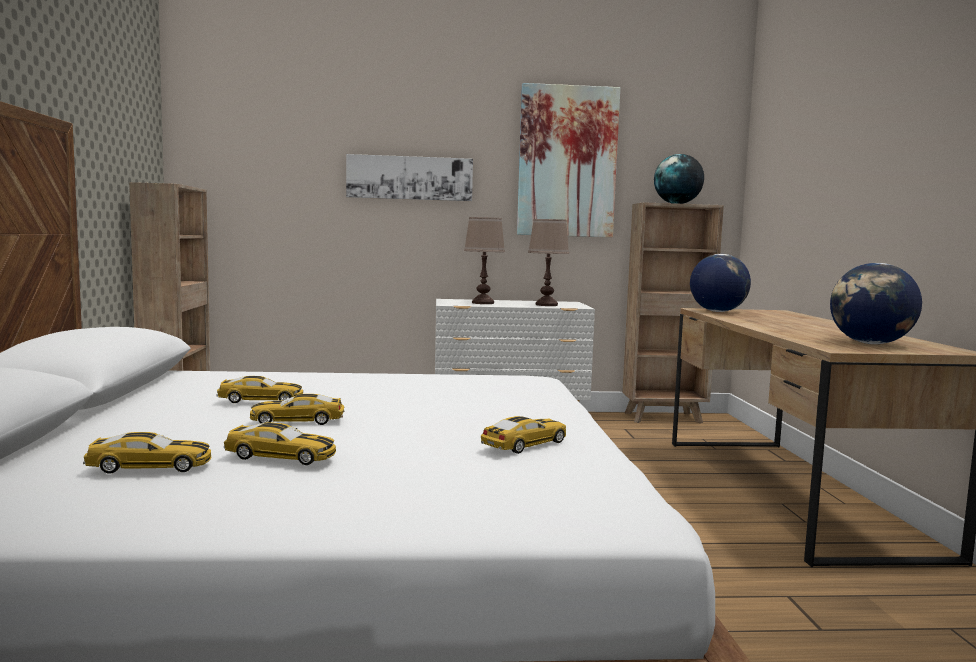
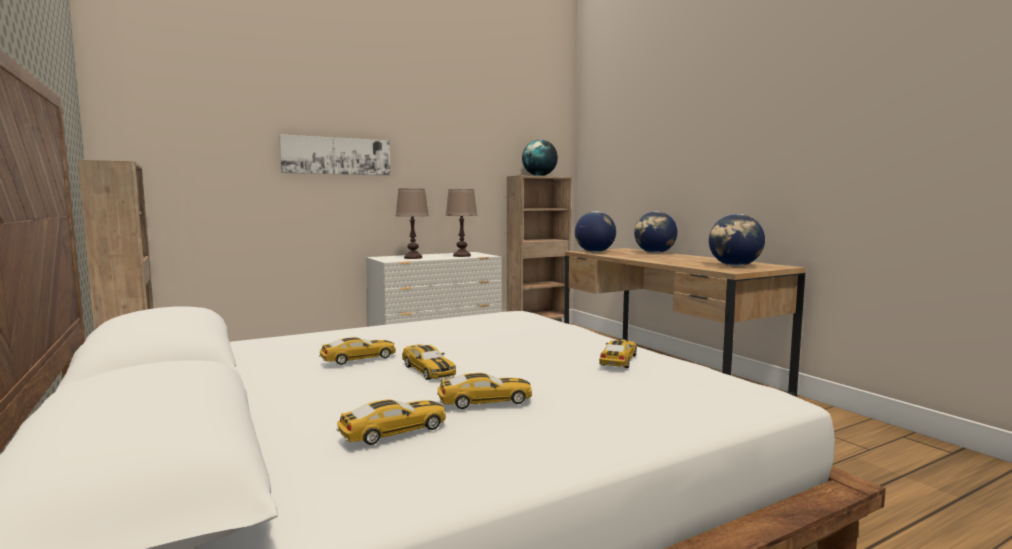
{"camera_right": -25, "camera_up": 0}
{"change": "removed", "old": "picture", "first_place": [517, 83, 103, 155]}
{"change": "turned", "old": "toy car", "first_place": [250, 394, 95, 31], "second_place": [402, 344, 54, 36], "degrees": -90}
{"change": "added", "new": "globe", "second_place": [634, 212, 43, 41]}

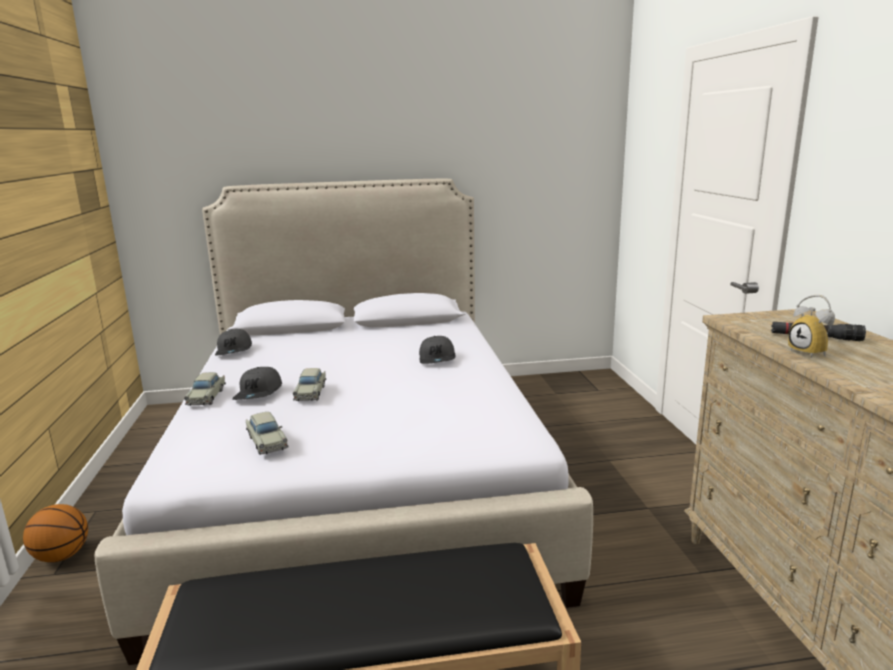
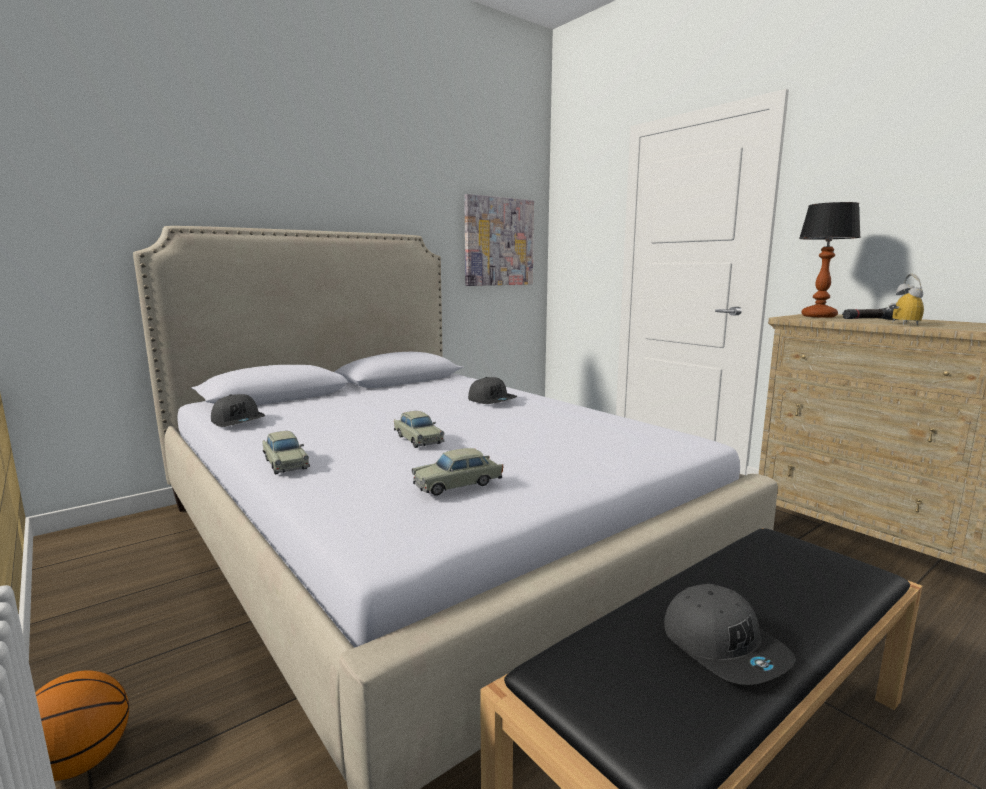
{"camera_right": -30, "camera_up": -5}
{"change": "turned", "old": "alarm clock", "first_place": [788, 295, 47, 63], "second_place": [886, 274, 38, 51], "degrees": -120}
{"change": "moved", "old": "grey cap", "first_place": [232, 367, 50, 33], "second_place": [664, 584, 132, 101]}
{"change": "turned", "old": "beige toy car", "first_place": [246, 412, 43, 43], "second_place": [412, 448, 91, 48], "degrees": 120}
{"change": "added", "new": "picture", "second_place": [464, 194, 70, 92]}
{"change": "added", "new": "table lamp", "second_place": [799, 202, 62, 116]}

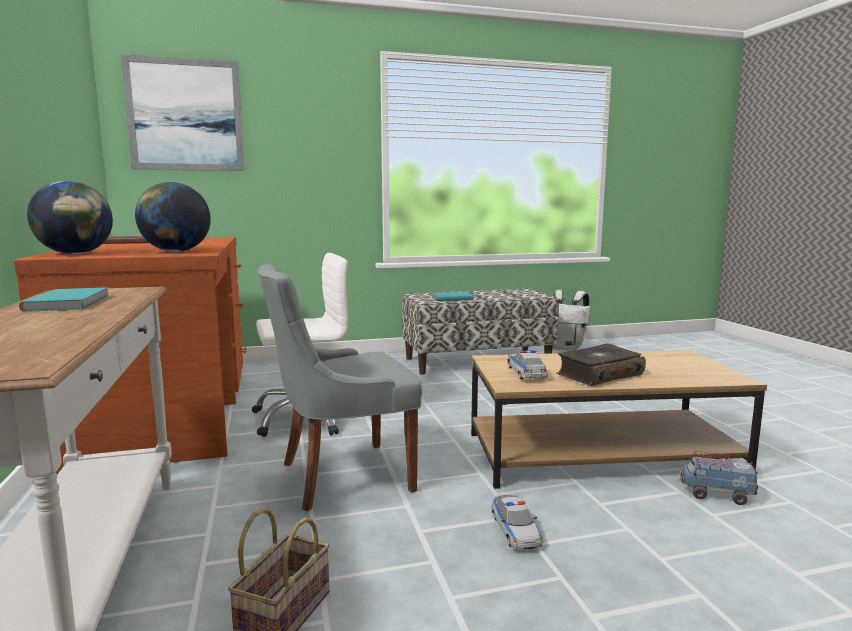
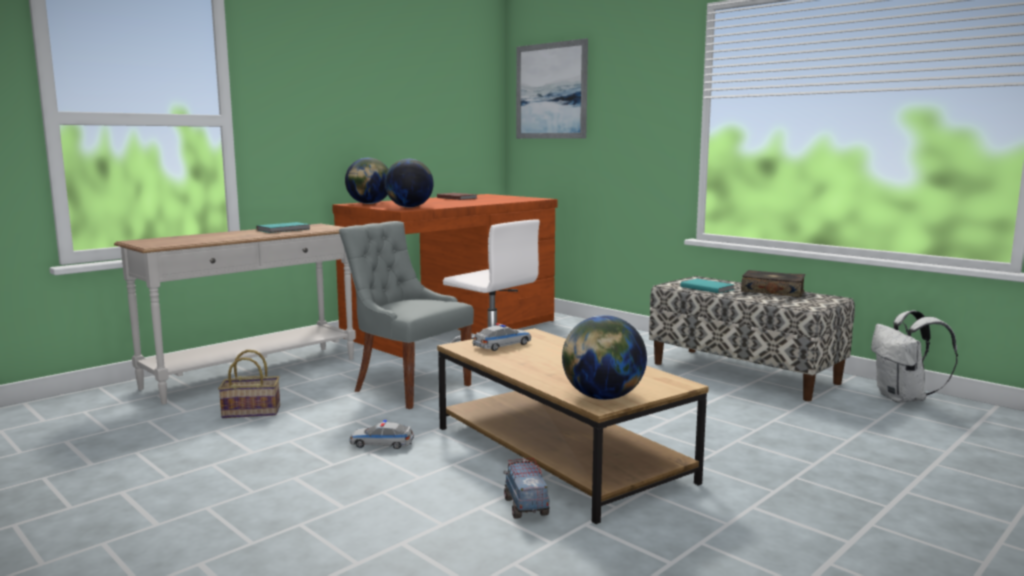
{"camera_right": 60, "camera_up": 0}
{"change": "moved", "old": "book", "first_place": [557, 343, 89, 43], "second_place": [741, 270, 64, 27]}
{"change": "turned", "old": "toy car", "first_place": [491, 493, 52, 57], "second_place": [350, 420, 64, 29], "degrees": 45}
{"change": "added", "new": "globe", "second_place": [562, 315, 85, 85]}

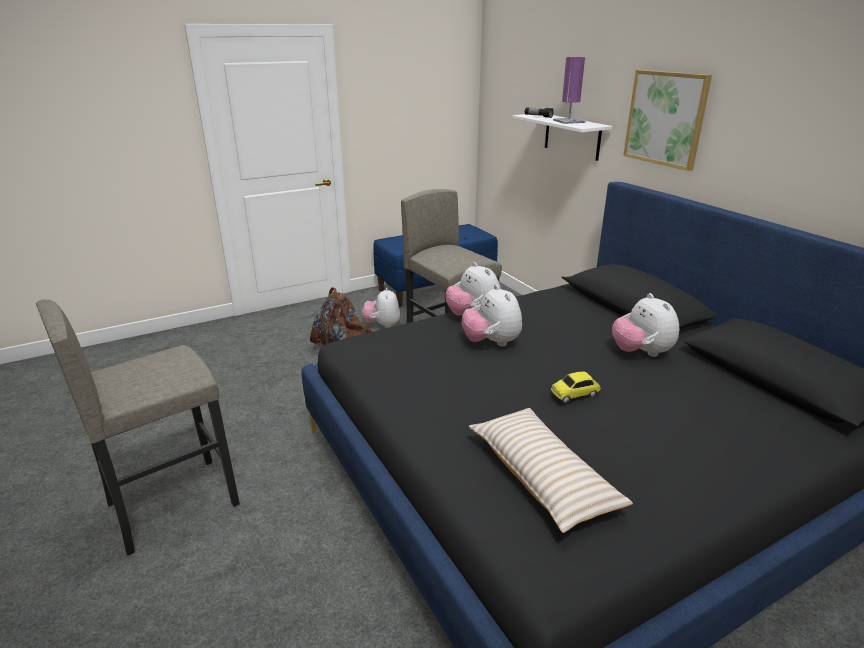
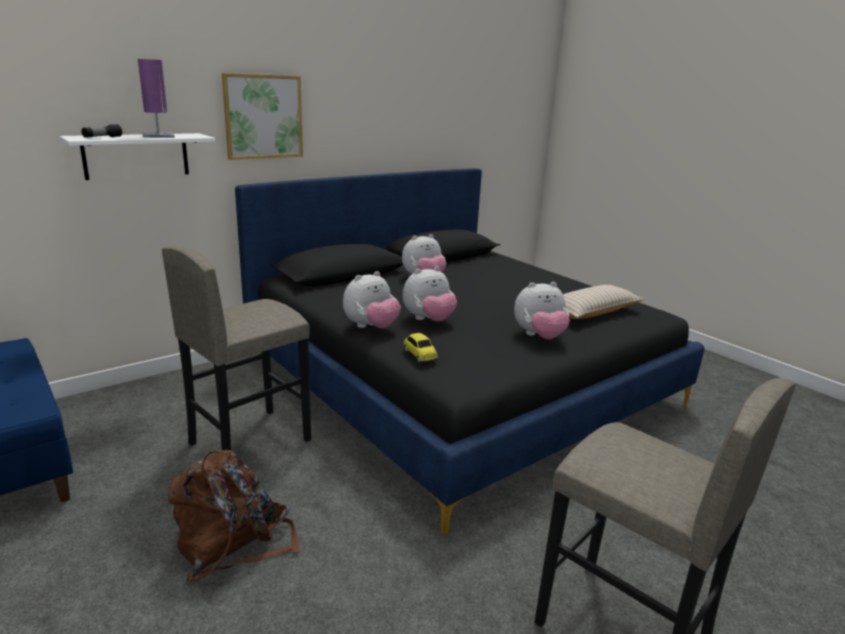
{"camera_right": -100, "camera_up": -5}
{"change": "moved", "old": "plush toy", "first_place": [362, 288, 38, 40], "second_place": [514, 282, 56, 57]}
{"change": "moved", "old": "toy car", "first_place": [551, 372, 50, 31], "second_place": [404, 333, 34, 30]}

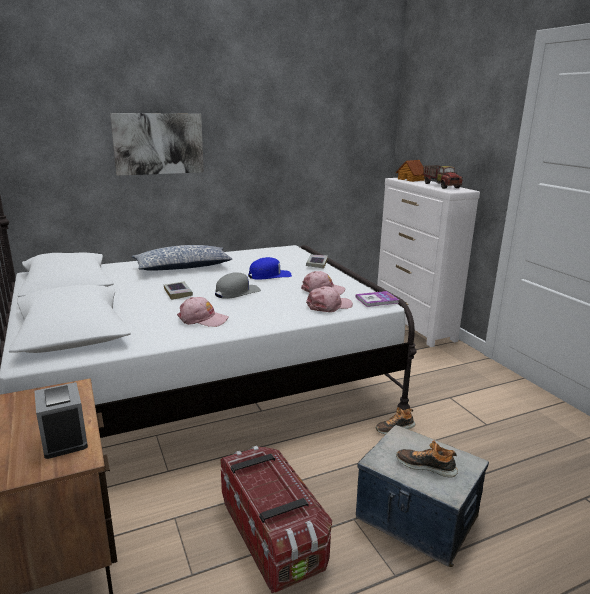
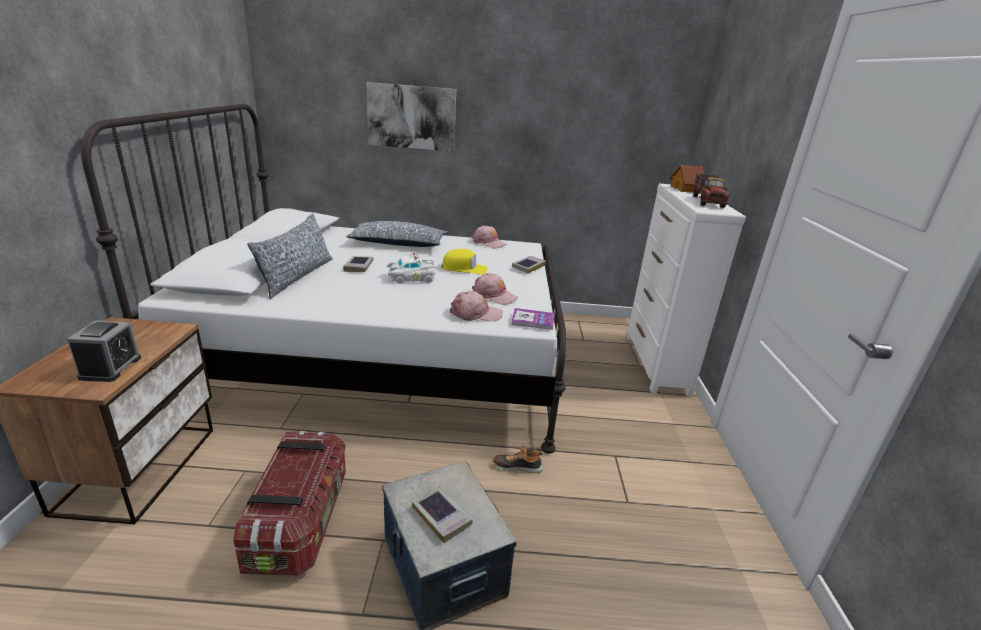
{"camera_right": 25, "camera_up": 5}
{"change": "recoloured", "old": "blue cap", "new": "yellow cap", "first_place": [248, 257, 44, 23], "second_place": [442, 249, 46, 26]}
{"change": "replaced", "old": "grey cap", "new": "white toy car", "first_place": [215, 272, 46, 27], "second_place": [387, 253, 48, 31]}
{"change": "moved", "old": "pink cap", "first_place": [177, 297, 52, 30], "second_place": [472, 225, 35, 24]}
{"change": "replaced", "old": "shoe", "new": "book", "first_place": [396, 440, 62, 38], "second_place": [412, 486, 61, 57]}
{"change": "added", "new": "pillow", "second_place": [247, 213, 86, 86]}

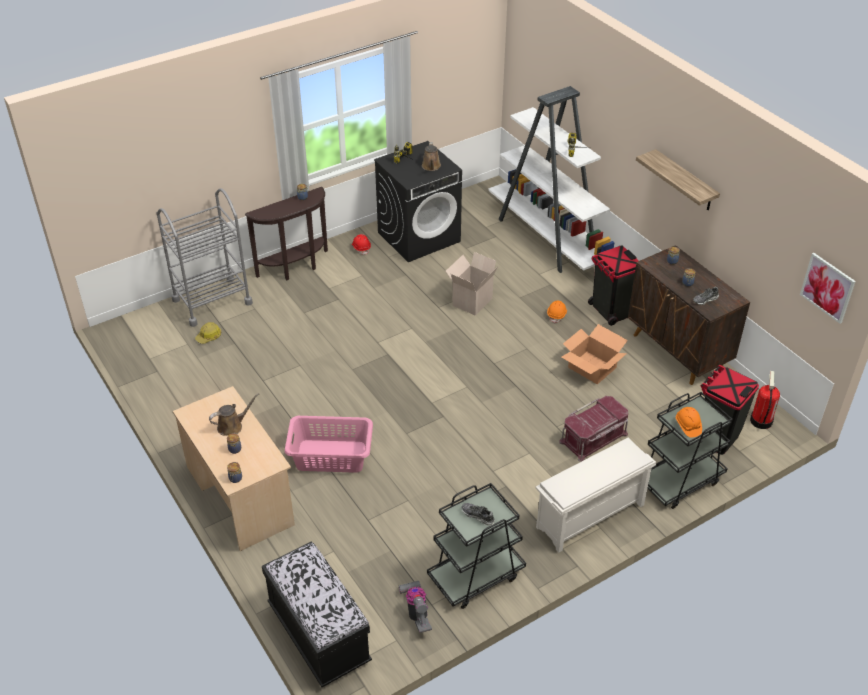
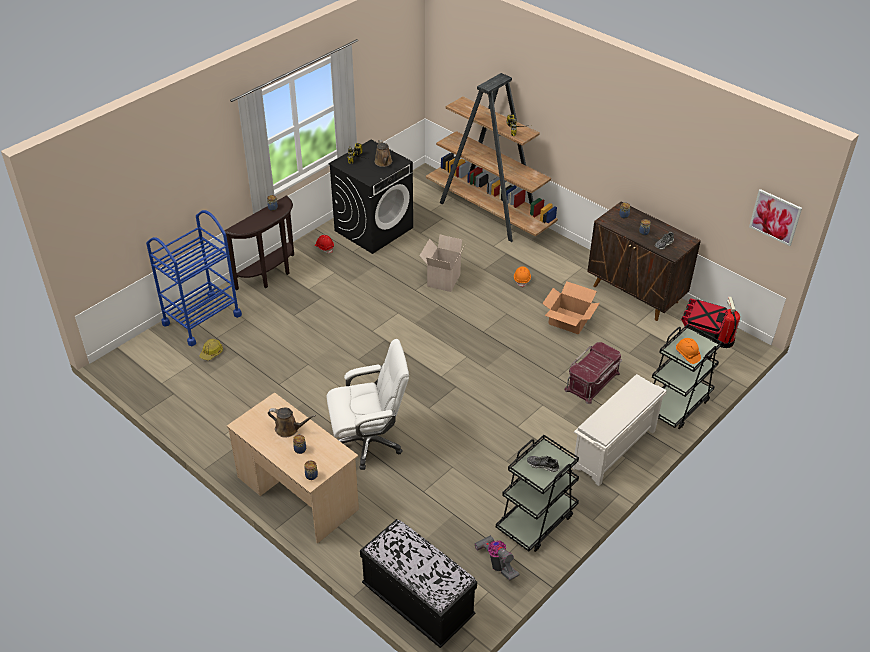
{"camera_right": -15, "camera_up": 0}
{"change": "recoloured", "old": "white bookcase", "new": "brown bookcase", "first_place": [488, 86, 127, 187], "second_place": [426, 73, 132, 169]}
{"change": "removed", "old": "shelf", "first_place": [636, 149, 84, 61]}
{"change": "recoloured", "old": "grey cart", "new": "blue cart", "first_place": [157, 188, 96, 139], "second_place": [146, 210, 96, 136]}
{"change": "removed", "old": "black trash can", "first_place": [588, 246, 51, 80]}
{"change": "turned", "old": "brown watering can", "first_place": [209, 393, 50, 43], "second_place": [268, 408, 48, 30], "degrees": 60}
{"change": "replaced", "old": "pink laundry basket", "new": "white office chair", "first_place": [285, 416, 88, 57], "second_place": [327, 339, 82, 131]}

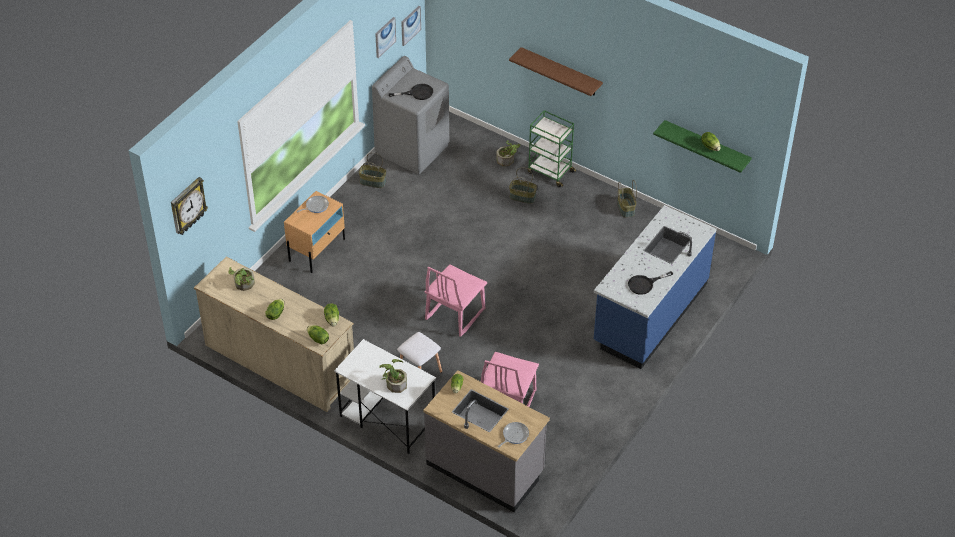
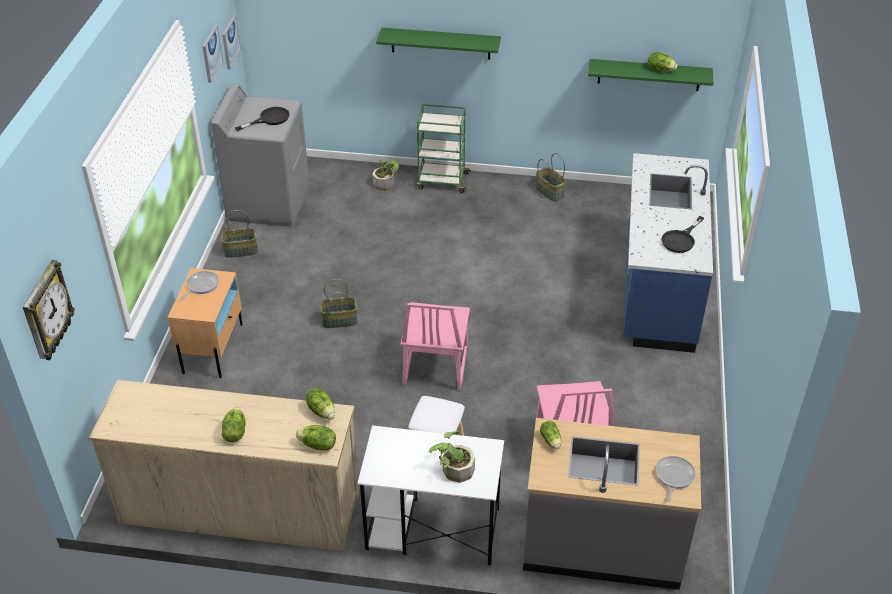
{"camera_right": -25, "camera_up": -5}
{"change": "recoloured", "old": "brown shelf", "new": "green shelf", "first_place": [509, 47, 94, 49], "second_place": [376, 28, 125, 32]}
{"change": "moved", "old": "basket", "first_place": [509, 167, 28, 37], "second_place": [319, 279, 39, 49]}
{"change": "removed", "old": "potted plant", "first_place": [229, 267, 26, 24]}

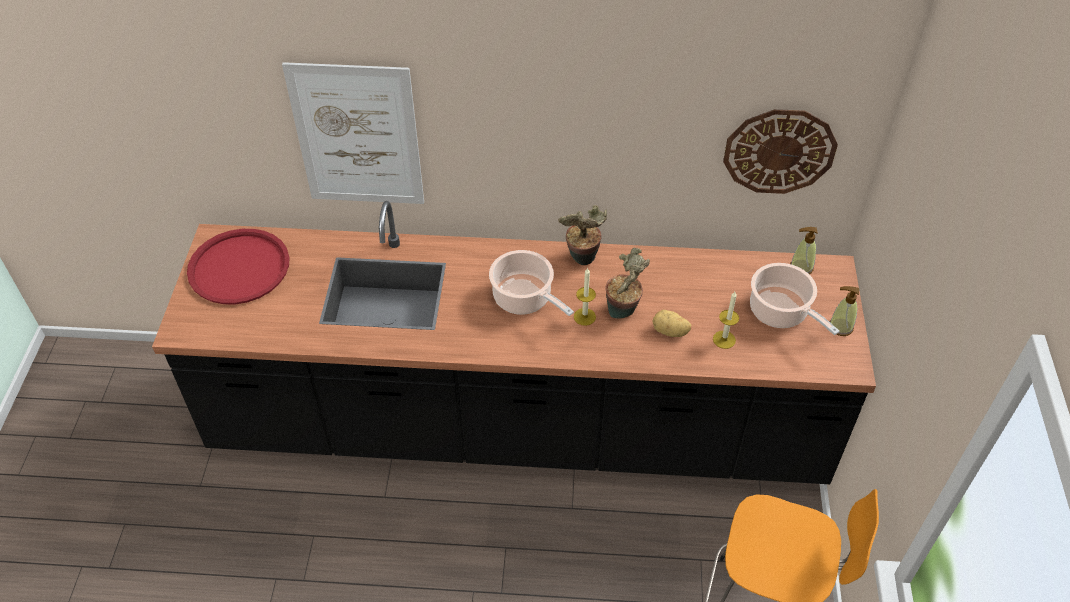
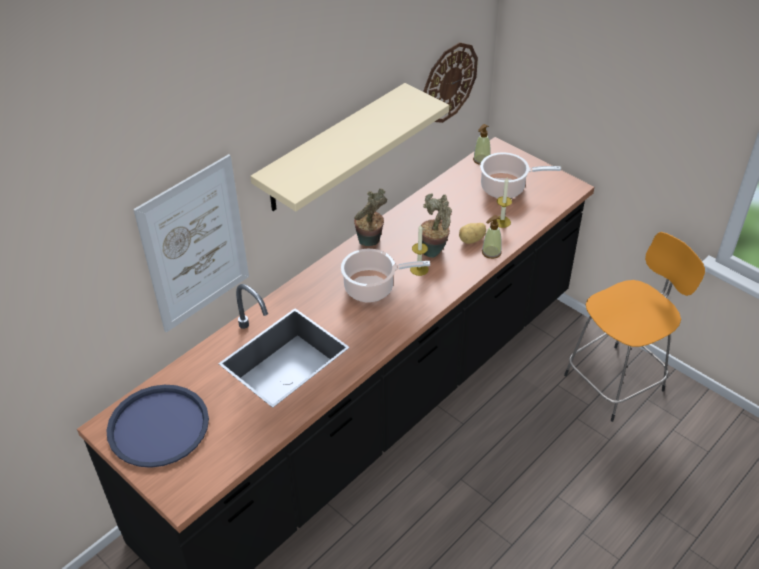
{"camera_right": -50, "camera_up": -5}
{"change": "recoloured", "old": "red tray", "new": "blue tray", "first_place": [187, 229, 103, 75], "second_place": [106, 385, 103, 83]}
{"change": "moved", "old": "soap dispenser", "first_place": [830, 286, 29, 50], "second_place": [482, 215, 20, 44]}
{"change": "added", "new": "beige shelf", "second_place": [250, 83, 199, 129]}

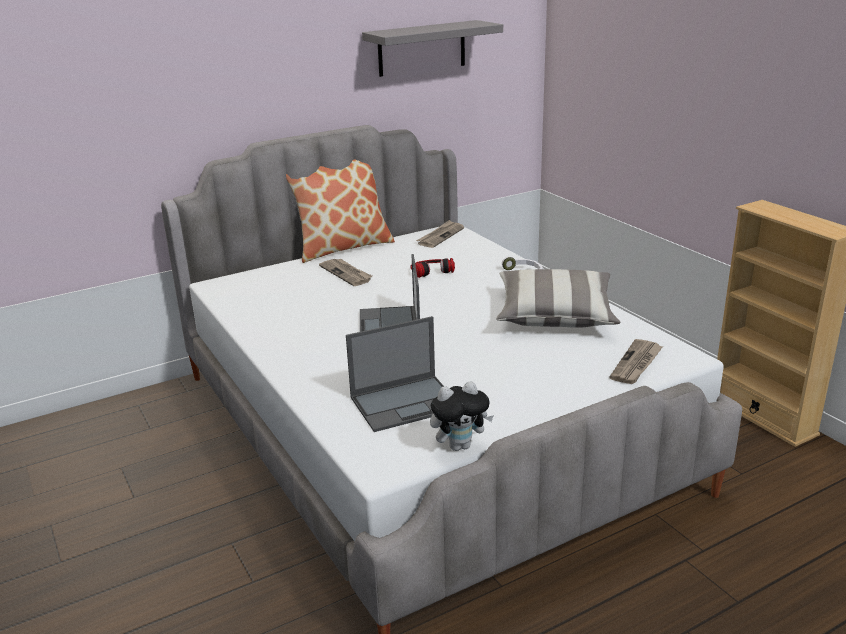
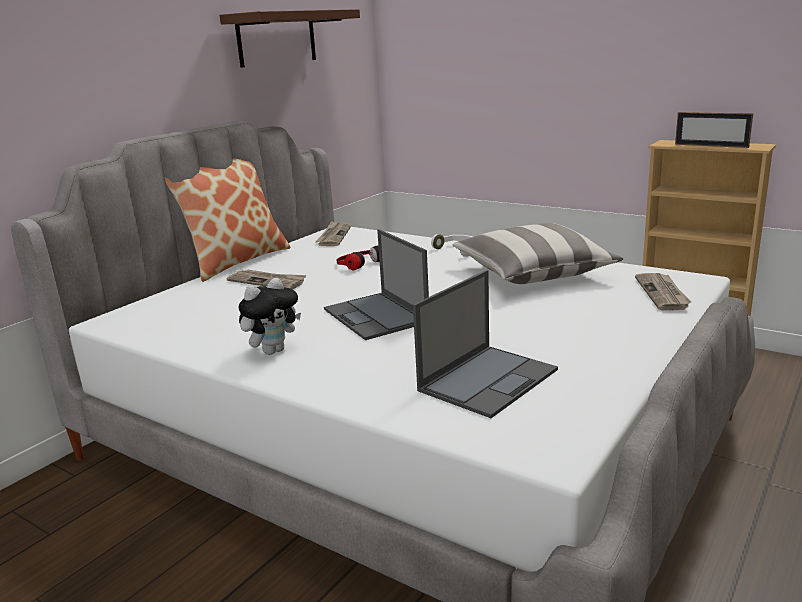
{"camera_right": -25, "camera_up": -5}
{"change": "recoloured", "old": "grey shelf", "new": "brown shelf", "first_place": [362, 20, 141, 57], "second_place": [220, 9, 140, 59]}
{"change": "moved", "old": "plush toy", "first_place": [430, 381, 64, 70], "second_place": [238, 278, 63, 77]}
{"change": "added", "new": "picture frame", "second_place": [675, 112, 78, 36]}

